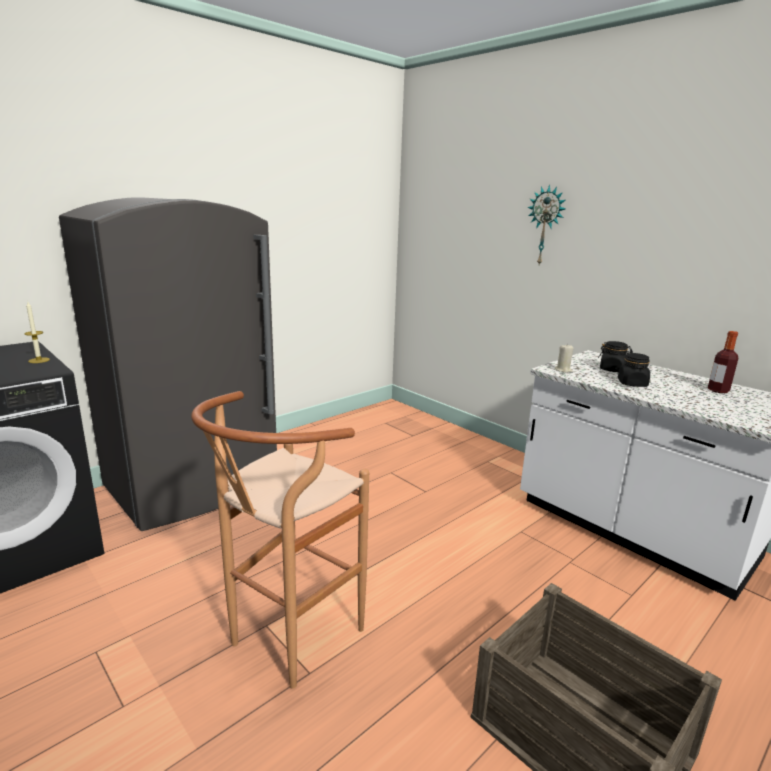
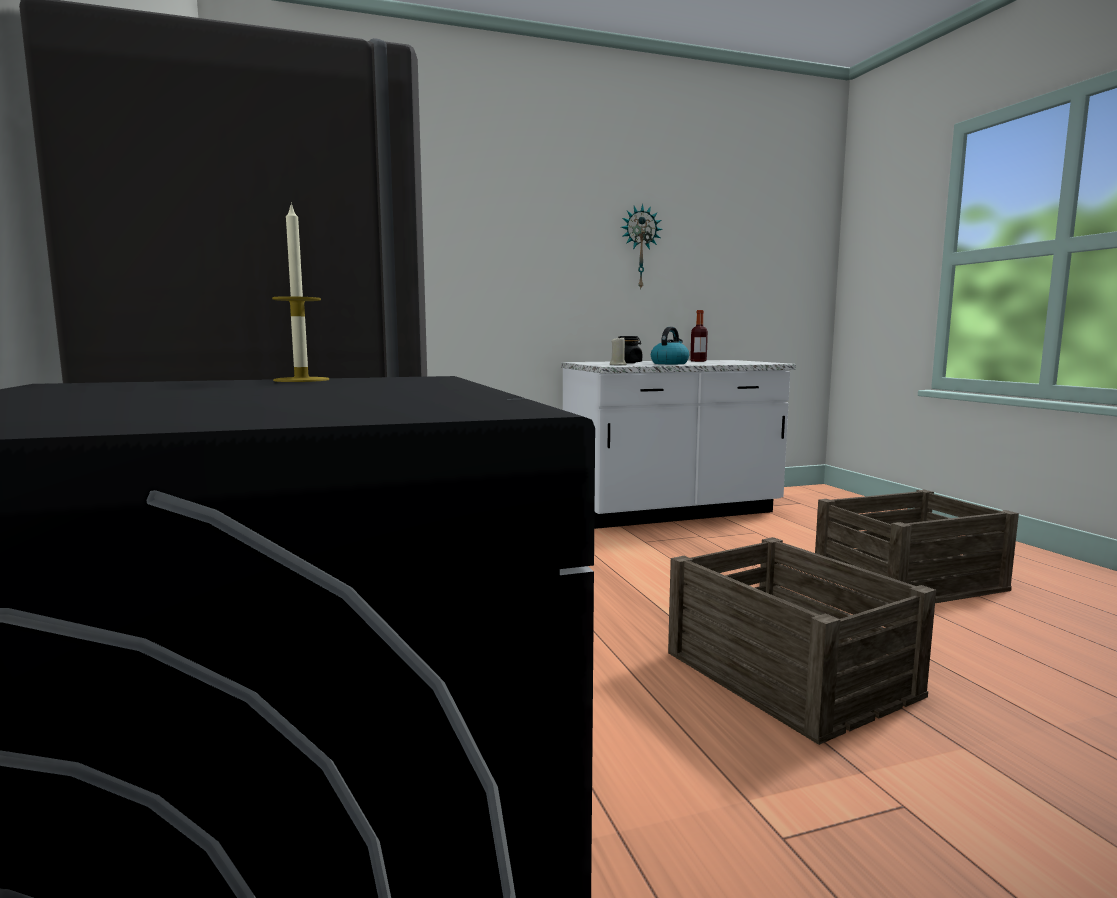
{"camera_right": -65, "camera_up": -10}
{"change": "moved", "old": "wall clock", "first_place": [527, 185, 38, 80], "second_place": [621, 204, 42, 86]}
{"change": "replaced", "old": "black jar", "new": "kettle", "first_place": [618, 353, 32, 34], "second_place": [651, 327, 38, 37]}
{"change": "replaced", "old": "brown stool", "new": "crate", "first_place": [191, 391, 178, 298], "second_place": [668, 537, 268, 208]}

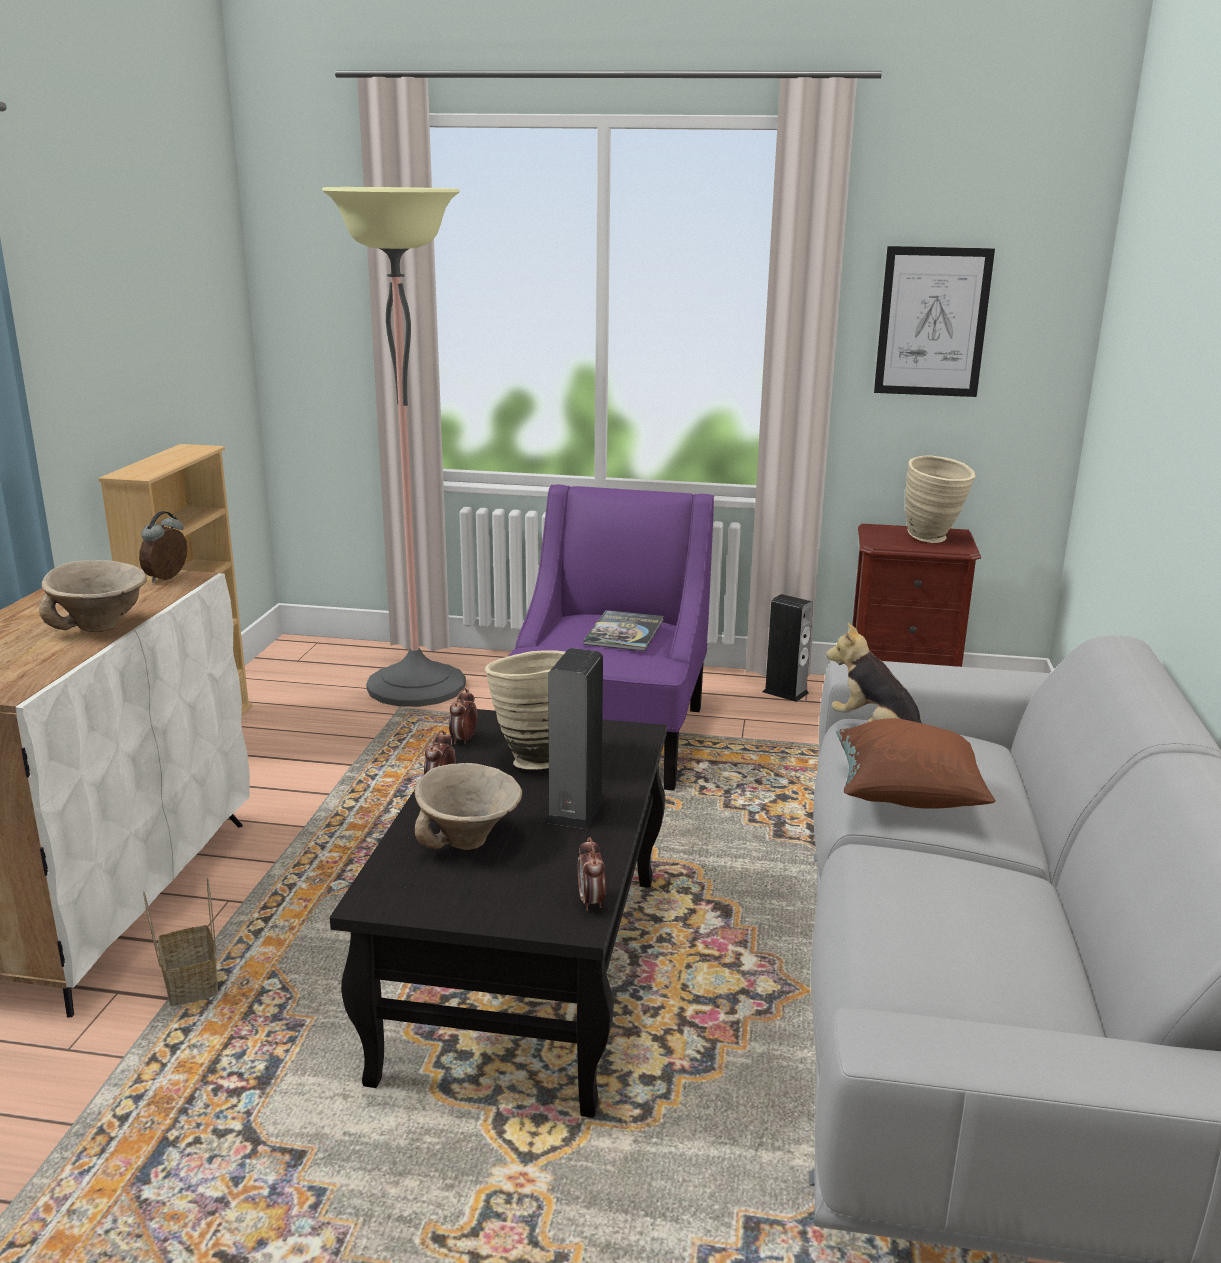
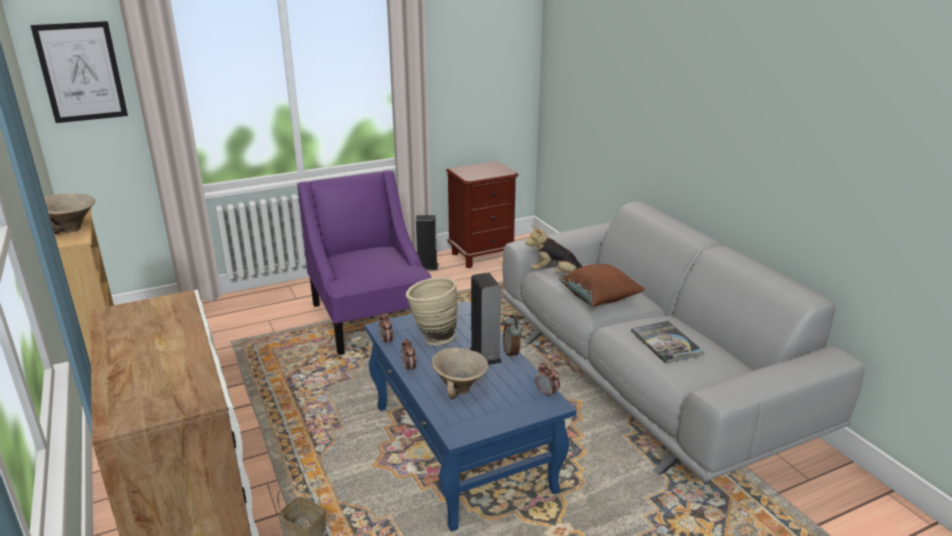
{"camera_right": -35, "camera_up": 5}
{"change": "removed", "old": "floor lamp", "first_place": [322, 187, 144, 520]}
{"change": "moved", "old": "picture", "first_place": [874, 246, 121, 151], "second_place": [30, 21, 98, 102]}
{"change": "removed", "old": "beige vase", "first_place": [905, 456, 71, 87]}
{"change": "moved", "old": "alarm clock", "first_place": [139, 511, 48, 72], "second_place": [503, 315, 19, 44]}
{"change": "moved", "old": "beige bowl", "first_place": [39, 560, 108, 72], "second_place": [44, 193, 51, 41]}
{"change": "moved", "old": "book", "first_place": [583, 610, 80, 41], "second_place": [631, 321, 73, 43]}
{"change": "recoloured", "old": "black coffee table", "new": "blue coffee table", "first_place": [330, 709, 337, 409], "second_place": [365, 300, 211, 231]}

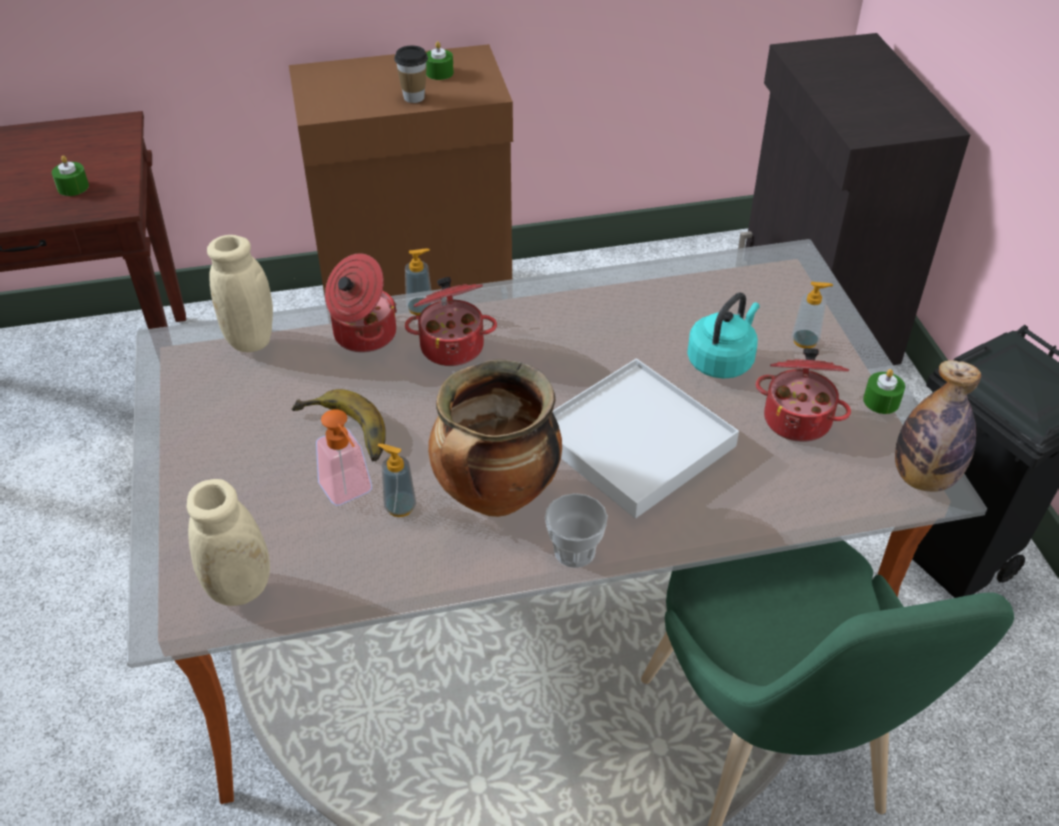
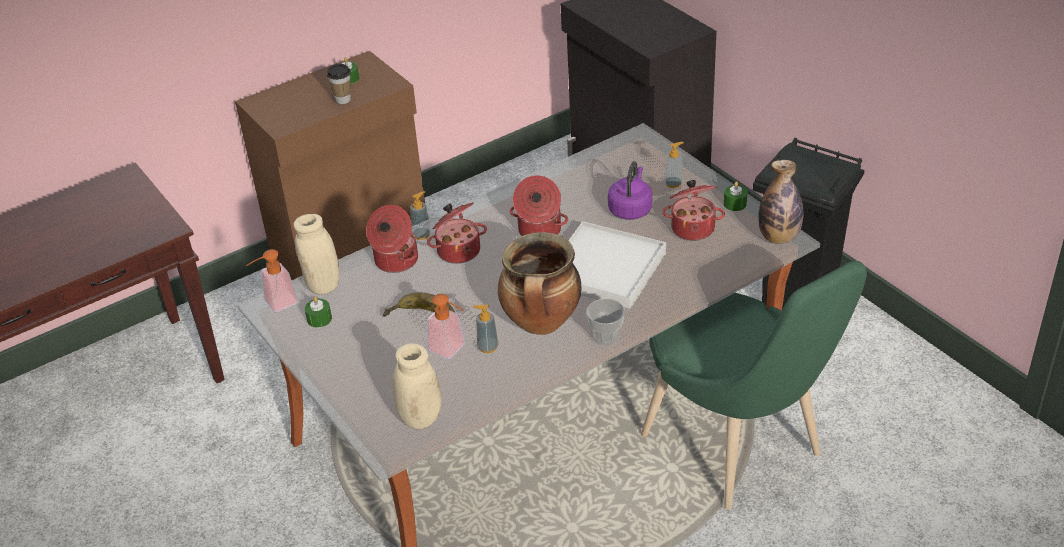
{"camera_right": -20, "camera_up": -5}
{"change": "moved", "old": "green candle", "first_place": [52, 155, 37, 41], "second_place": [305, 296, 27, 31]}
{"change": "recoloured", "old": "turquoise kettle", "new": "purple kettle", "first_place": [687, 292, 73, 87], "second_place": [608, 161, 44, 59]}
{"change": "added", "new": "cooking pot", "second_place": [510, 175, 58, 61]}
{"change": "added", "new": "soap dispenser", "second_place": [246, 249, 52, 63]}

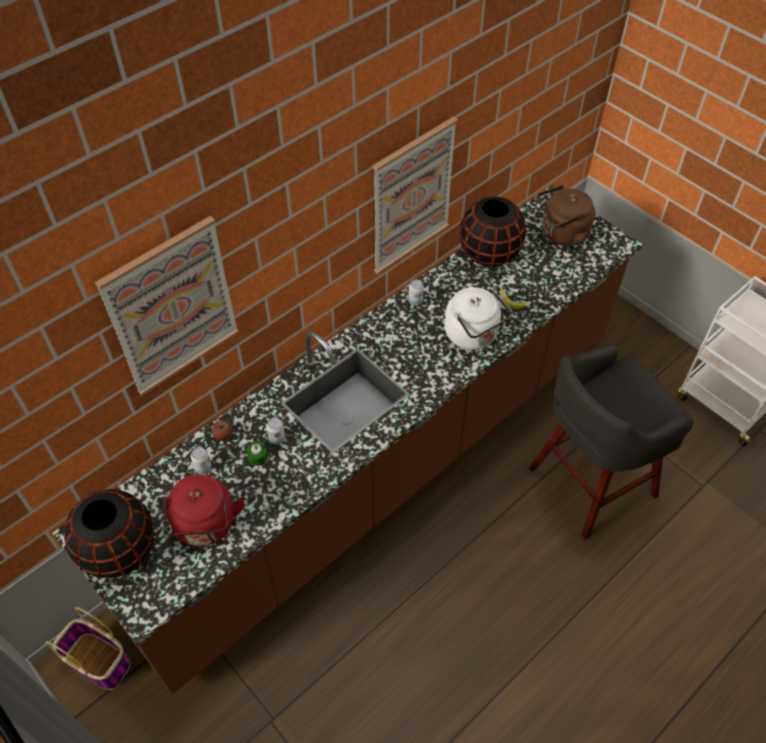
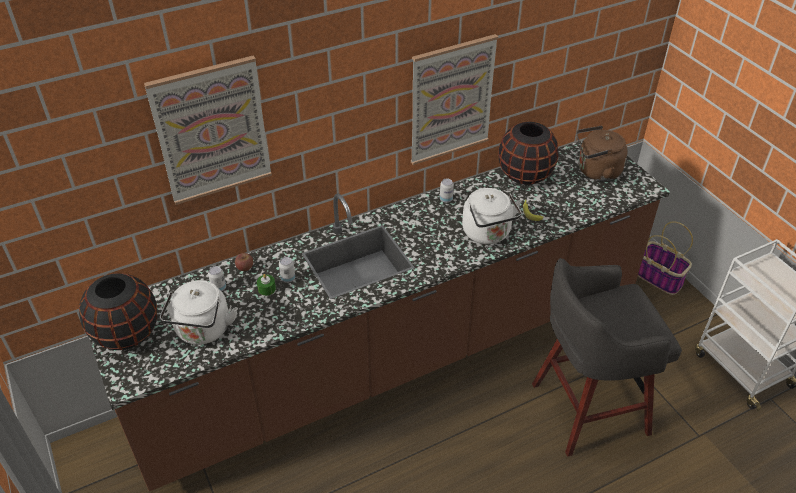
{"camera_right": 15, "camera_up": -10}
{"change": "recoloured", "old": "red kettle", "new": "white kettle", "first_place": [163, 474, 82, 73], "second_place": [160, 280, 78, 65]}
{"change": "moved", "old": "basket", "first_place": [45, 607, 85, 83], "second_place": [638, 222, 55, 73]}

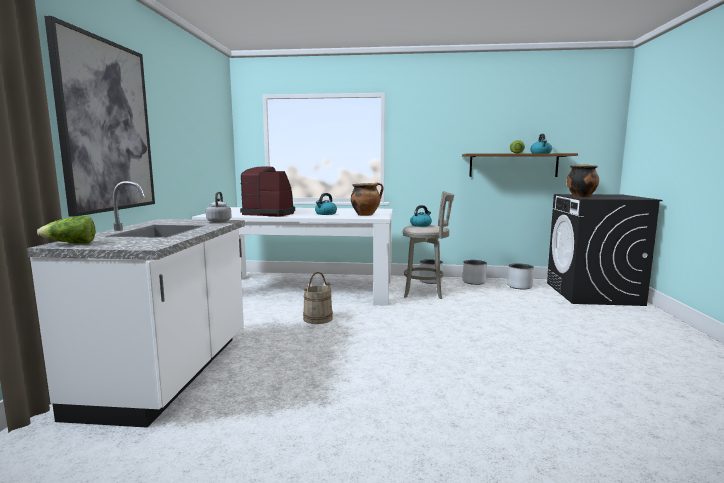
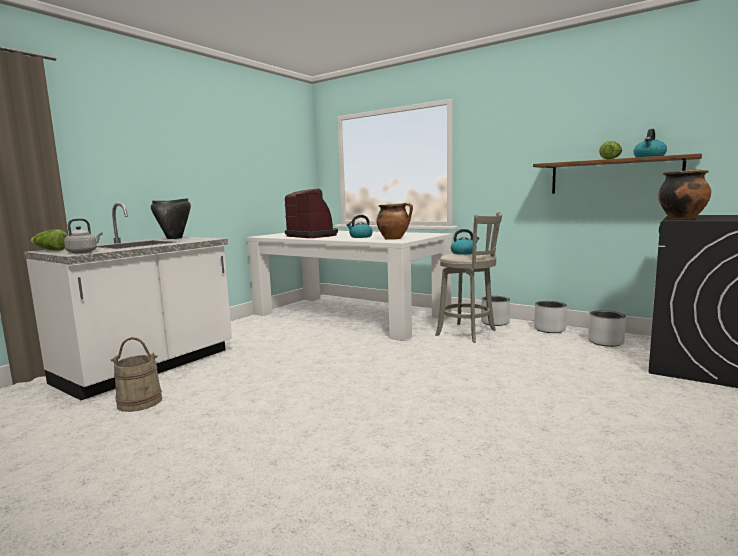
{"camera_right": 30, "camera_up": 0}
{"change": "removed", "old": "picture", "first_place": [44, 16, 111, 201]}
{"change": "moved", "old": "grey kettle", "first_place": [206, 192, 26, 31], "second_place": [64, 219, 38, 34]}
{"change": "moved", "old": "beige bucket", "first_place": [303, 272, 30, 52], "second_place": [111, 337, 51, 75]}
{"change": "added", "new": "black cooking pot", "second_place": [151, 198, 40, 41]}

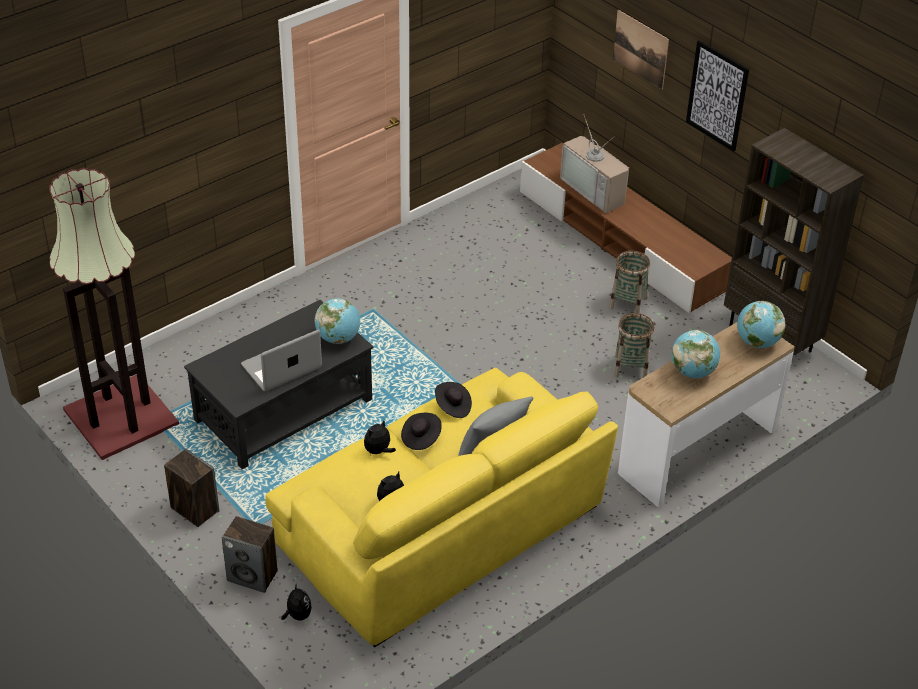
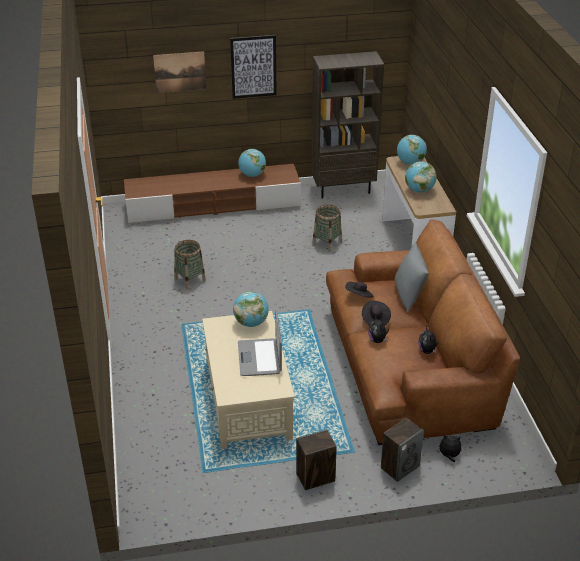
{"camera_right": -60, "camera_up": -5}
{"change": "removed", "old": "television", "first_place": [560, 114, 69, 99]}
{"change": "removed", "old": "floor lamp", "first_place": [49, 168, 130, 292]}
{"change": "moved", "old": "basket", "first_place": [609, 251, 41, 63], "second_place": [174, 240, 32, 50]}
{"change": "recoloured", "old": "black coffee table", "new": "beige coffee table", "first_place": [184, 300, 190, 169], "second_place": [202, 311, 93, 138]}
{"change": "recoloured", "old": "yellow sofa", "new": "brown sofa", "first_place": [265, 368, 353, 279], "second_place": [326, 219, 194, 226]}
{"change": "added", "new": "globe", "second_place": [238, 149, 28, 28]}

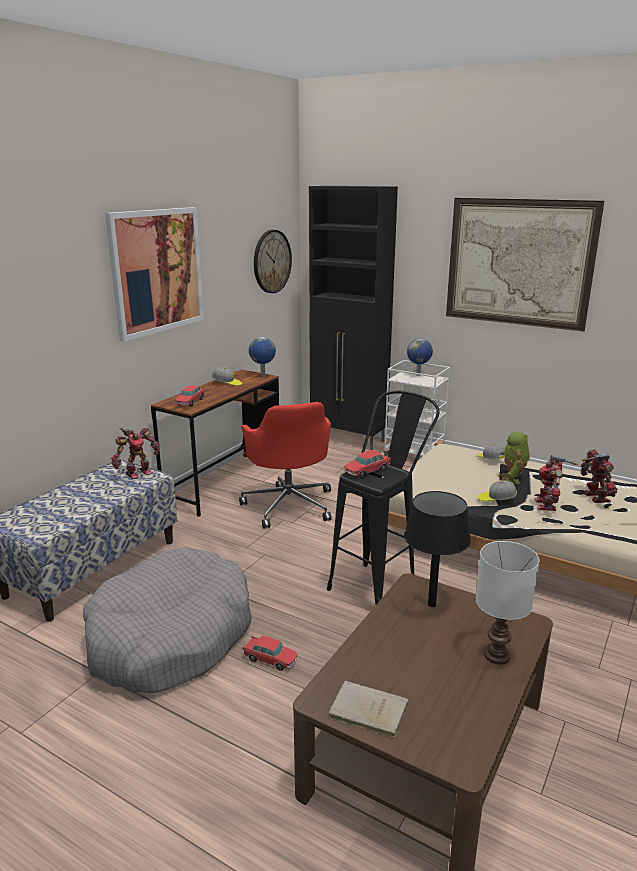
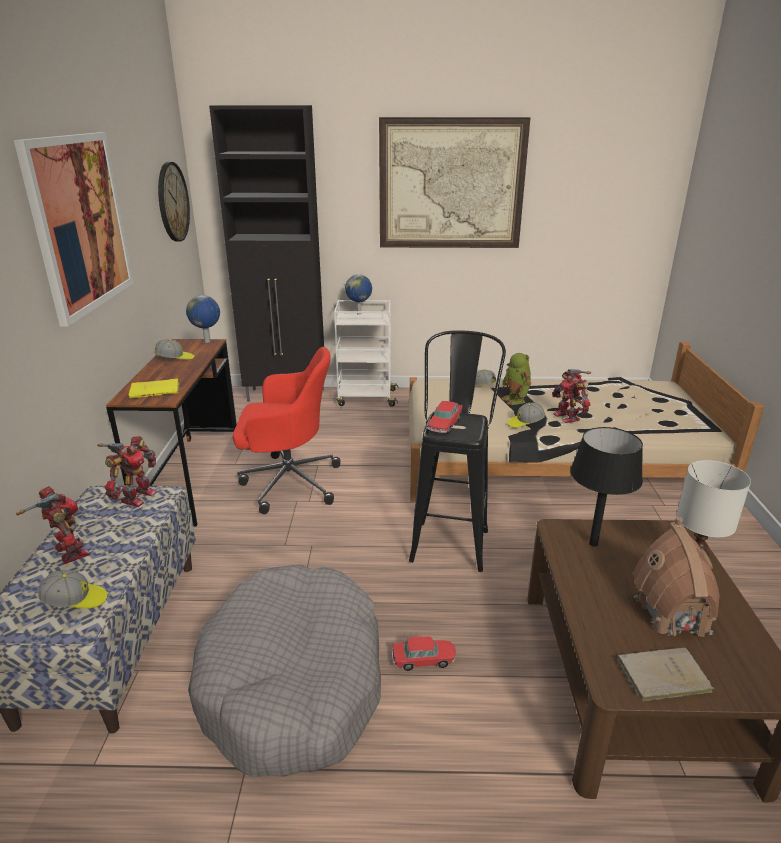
{"camera_right": -30, "camera_up": 5}
{"change": "replaced", "old": "toy car", "new": "yellow book", "first_place": [175, 386, 30, 21], "second_place": [129, 378, 50, 21]}
{"change": "turned", "old": "red office chair", "first_place": [239, 402, 92, 127], "second_place": [233, 347, 108, 167], "degrees": -45}
{"change": "moved", "old": "toy robot", "first_place": [581, 449, 36, 54], "second_place": [16, 486, 74, 78]}
{"change": "added", "new": "toy house", "second_place": [633, 517, 87, 120]}
{"change": "added", "new": "cap", "second_place": [39, 570, 69, 39]}

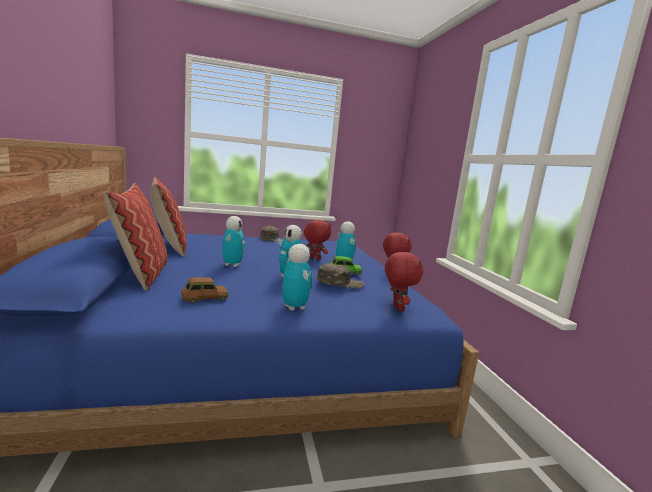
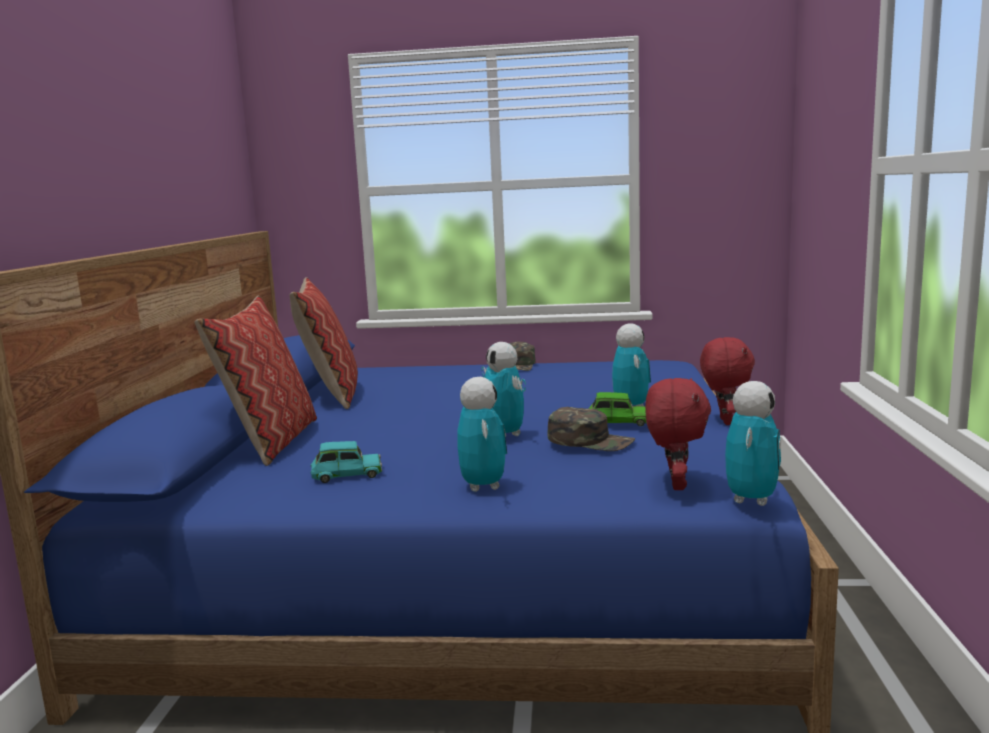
{"camera_right": 20, "camera_up": 0}
{"change": "moved", "old": "toy robot", "first_place": [222, 216, 23, 51], "second_place": [725, 381, 56, 125]}
{"change": "removed", "old": "red plush toy", "first_place": [304, 220, 27, 40]}
{"change": "recoloured", "old": "brown toy car", "new": "turquoise toy car", "first_place": [181, 278, 48, 26], "second_place": [310, 441, 72, 42]}

